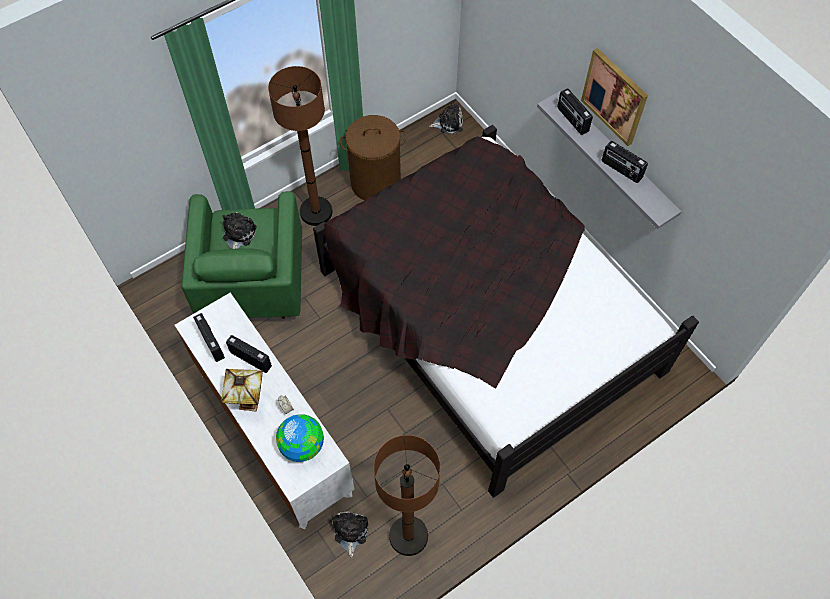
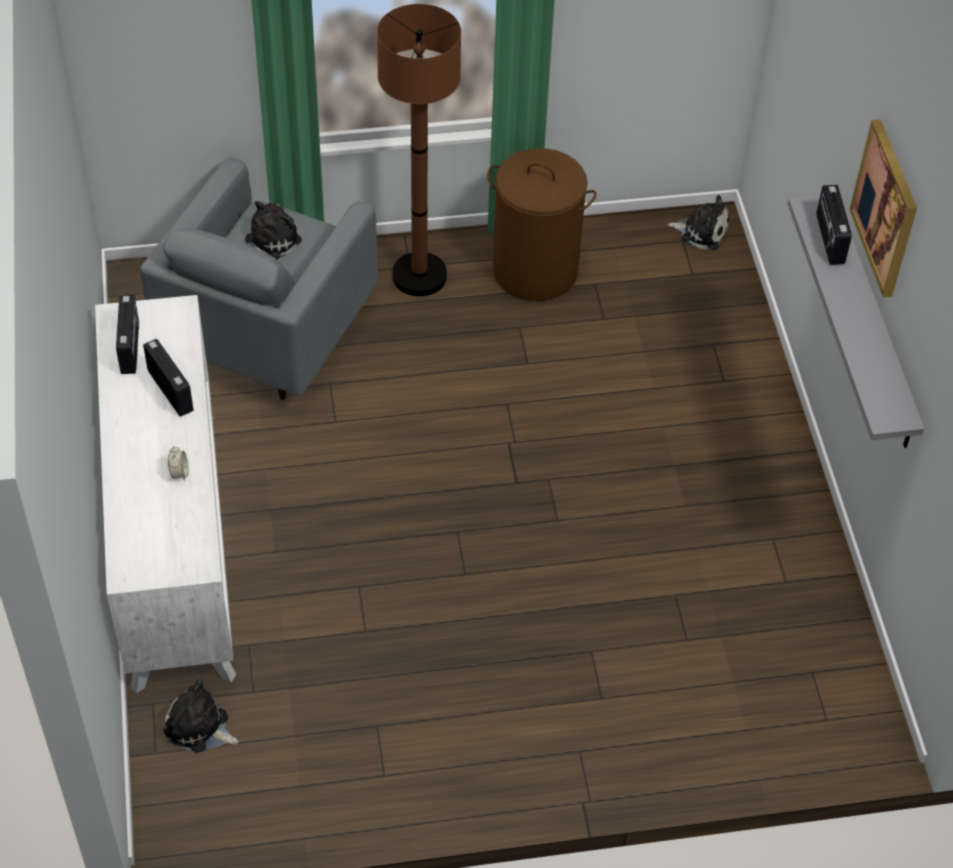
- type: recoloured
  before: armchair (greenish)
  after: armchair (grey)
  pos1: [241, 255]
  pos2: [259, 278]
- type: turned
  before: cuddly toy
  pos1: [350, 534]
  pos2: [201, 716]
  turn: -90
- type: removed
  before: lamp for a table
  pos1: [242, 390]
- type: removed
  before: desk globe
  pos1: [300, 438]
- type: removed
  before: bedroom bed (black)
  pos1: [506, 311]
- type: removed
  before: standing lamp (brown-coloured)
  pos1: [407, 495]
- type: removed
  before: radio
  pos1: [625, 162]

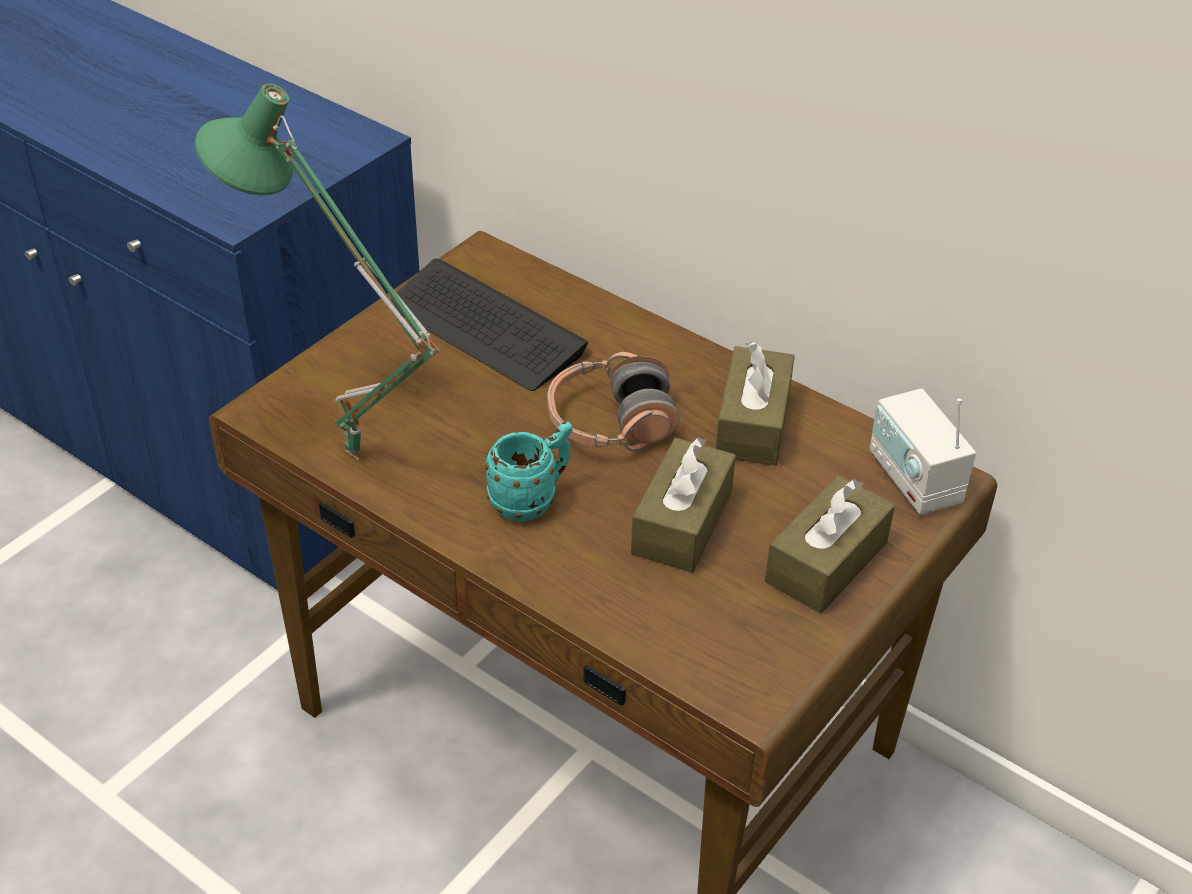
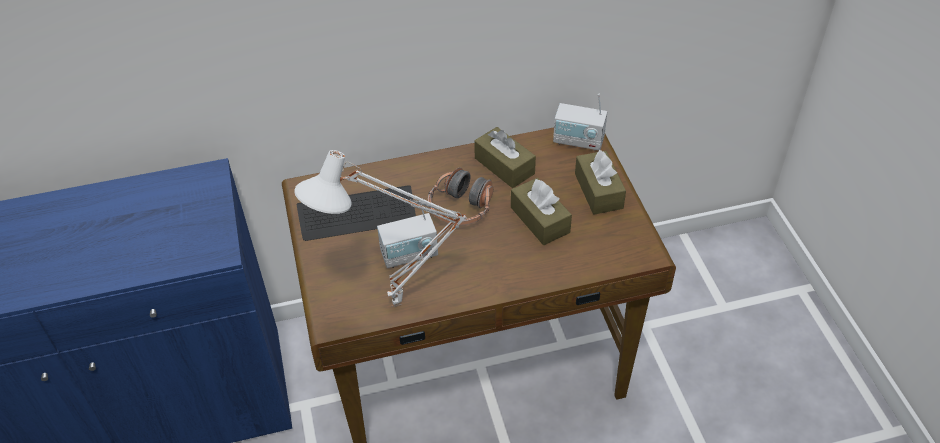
- type: recoloured
  before: lamp for a table (greenish)
  after: lamp for a table (white)
  pos1: [317, 272]
  pos2: [380, 228]
- type: added
  after: radio
  pos2: [407, 234]
- type: removed
  before: tea mug (turquoise)
  pos1: [529, 471]

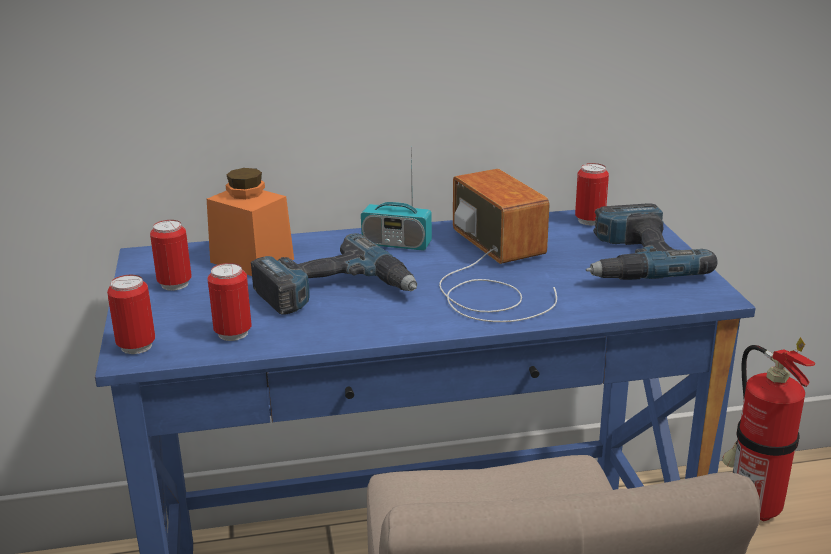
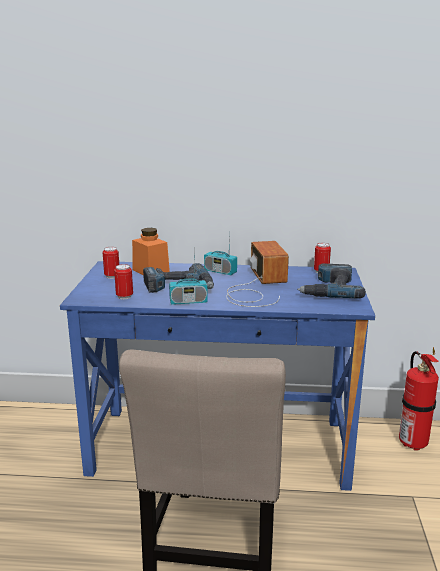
- type: added
  after: radio
  pos2: [188, 282]
- type: removed
  before: sealed can
  pos1: [131, 314]

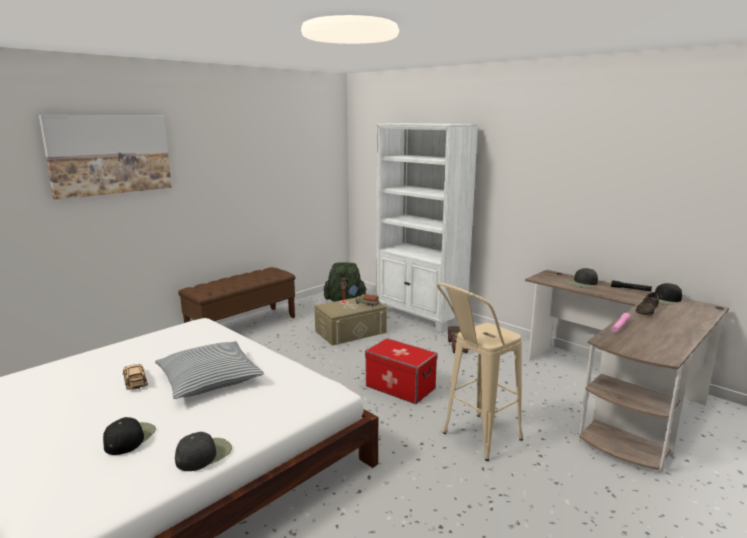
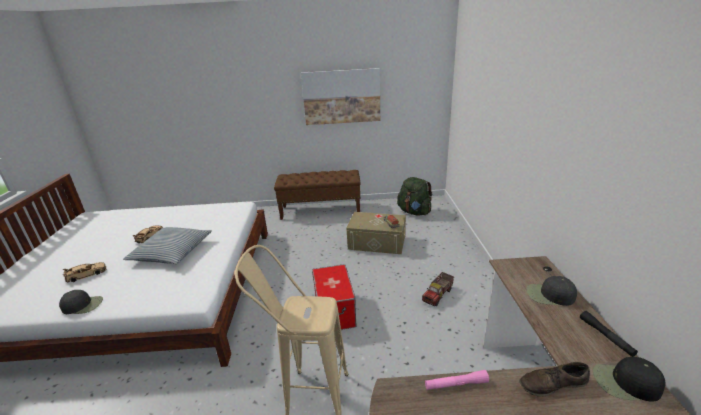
- type: replaced
  before: baseball cap (black)
  after: miniature car (beige)
  pos1: [129, 436]
  pos2: [84, 272]
- type: moved
  before: picture
  pos1: [105, 157]
  pos2: [340, 96]
- type: removed
  before: bookcase (white)
  pos1: [427, 228]

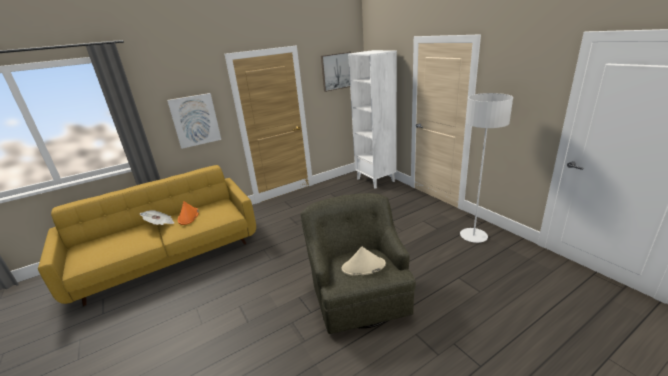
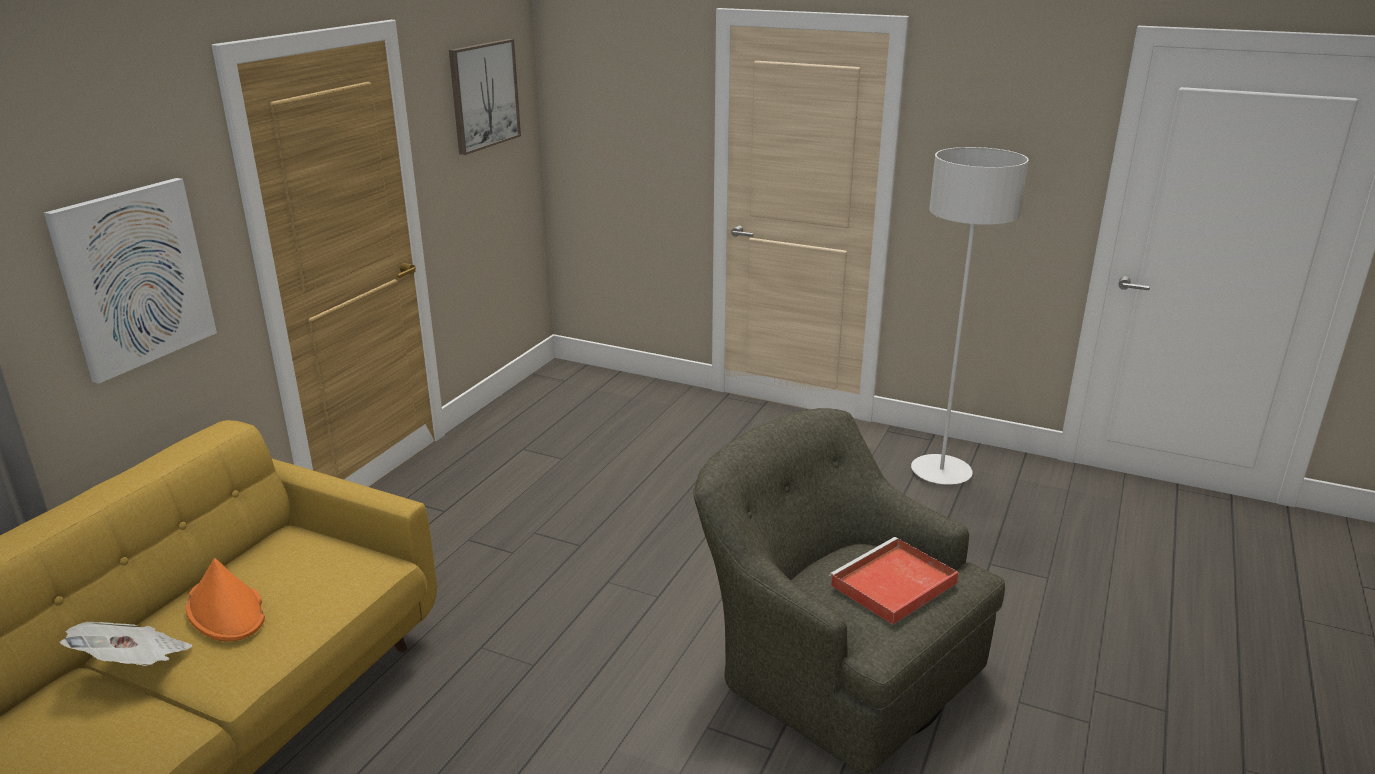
- type: replaced
  before: wearable hat (beige)
  after: carrying tray (red-coloured)
  pos1: [364, 261]
  pos2: [894, 581]
- type: removed
  before: bookcase (white)
  pos1: [372, 119]

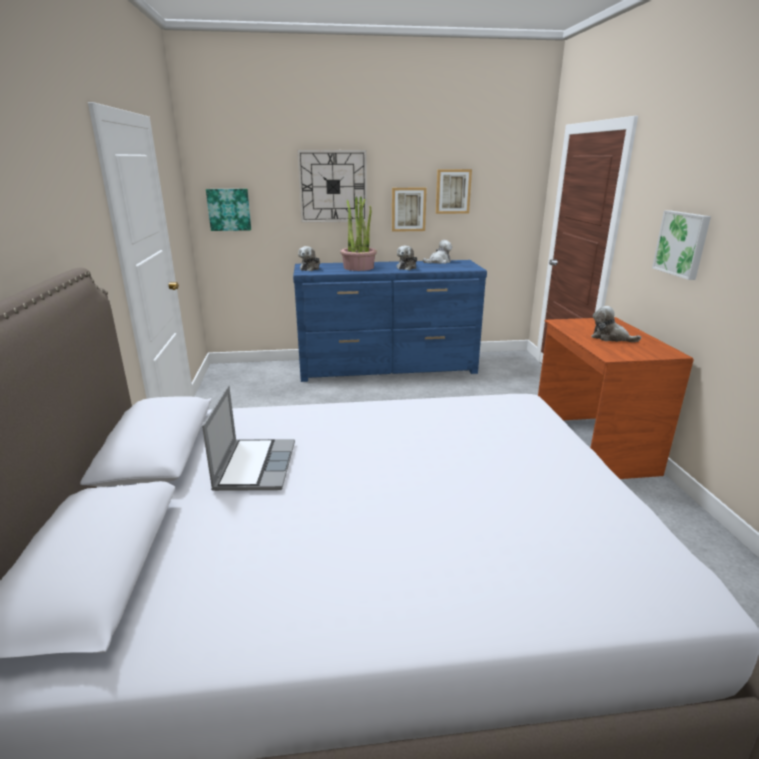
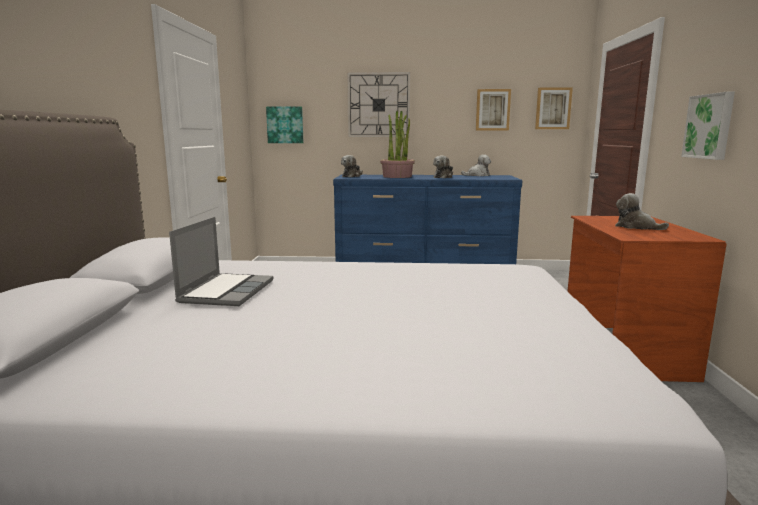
- type: moved
  before: picture
  pos1: [409, 210]
  pos2: [554, 108]

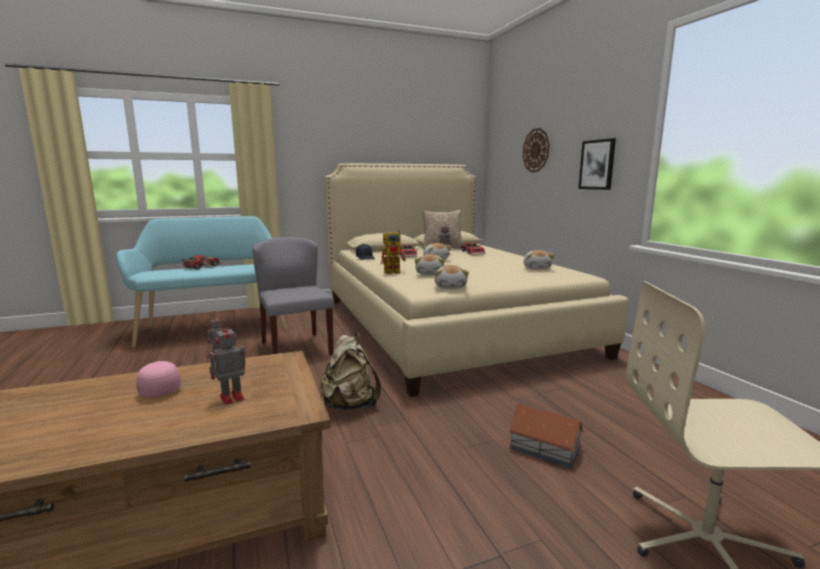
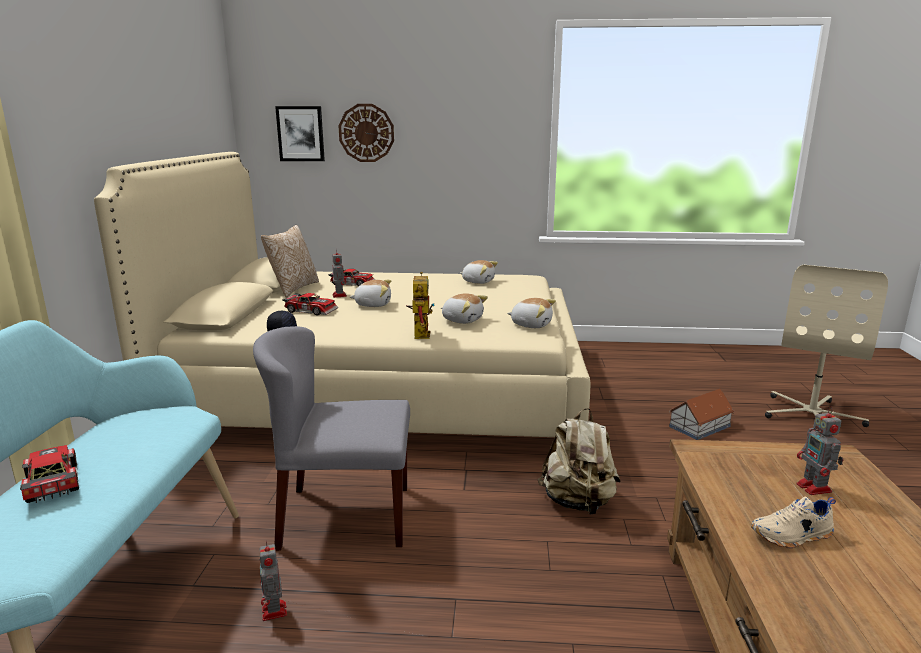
- type: moved
  before: picture
  pos1: [597, 164]
  pos2: [300, 133]
- type: replaced
  before: baseball cap (pinkish)
  after: low shoe (beige)
  pos1: [158, 379]
  pos2: [793, 522]

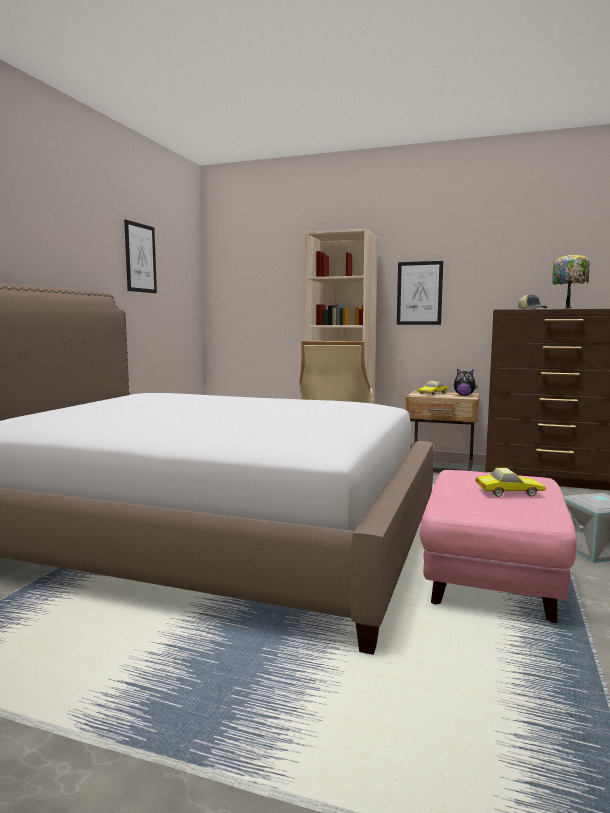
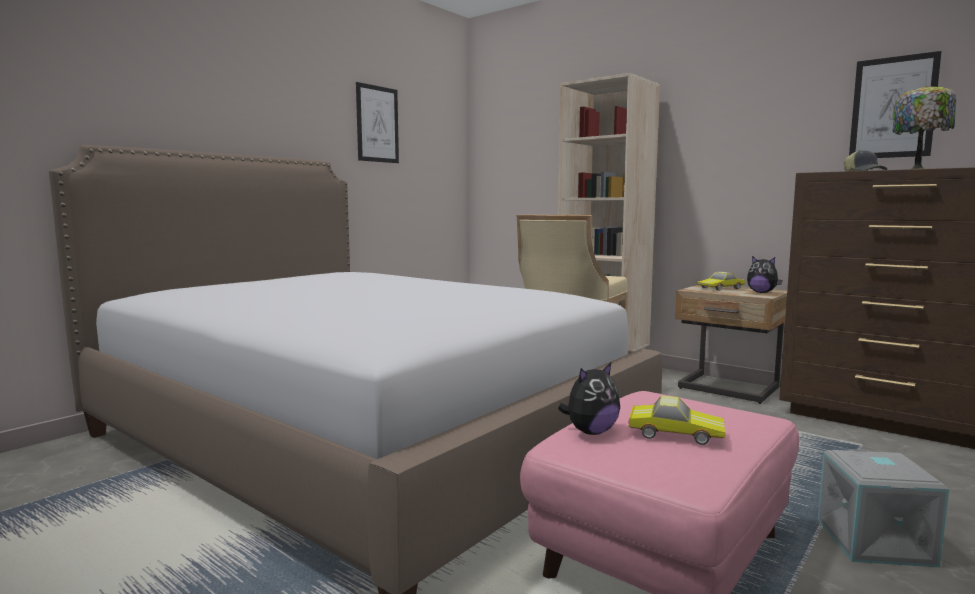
- type: added
  after: cuddly toy
  pos2: [589, 399]
- type: moved
  before: picture
  pos1: [420, 293]
  pos2: [895, 104]

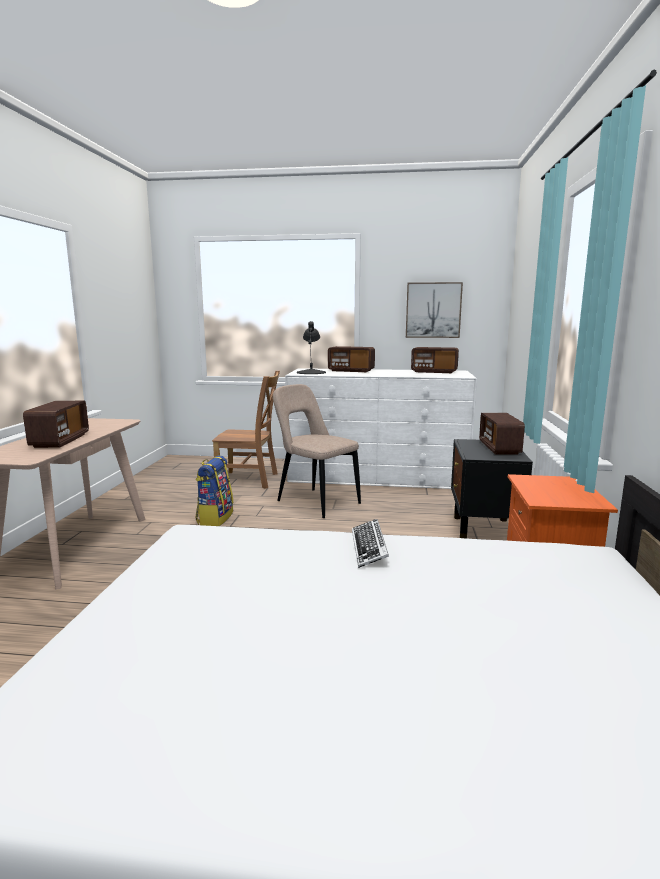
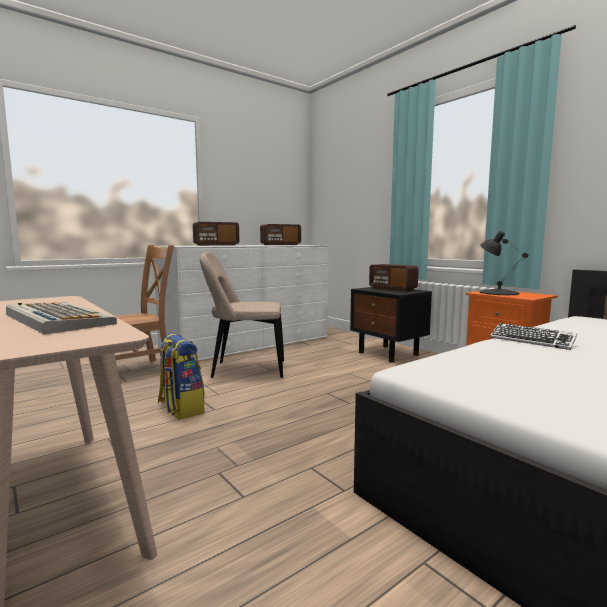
- type: replaced
  before: radio
  after: computer keyboard
  pos1: [56, 424]
  pos2: [61, 318]
- type: moved
  before: lamp for a table (black)
  pos1: [311, 347]
  pos2: [504, 263]
- type: removed
  before: picture
  pos1: [434, 310]

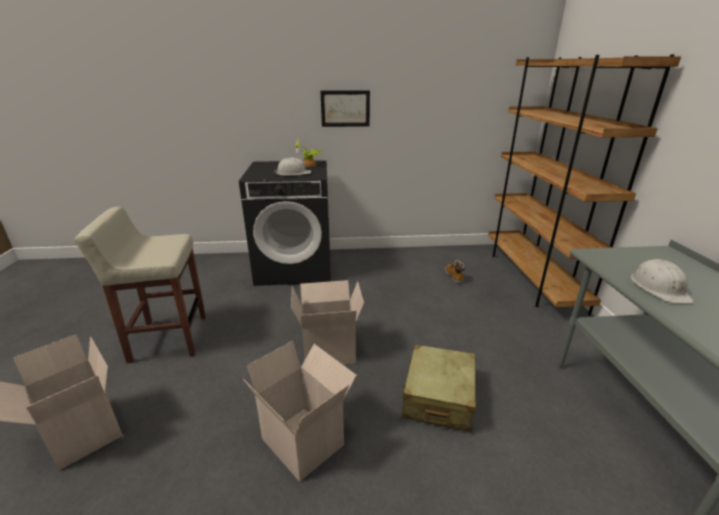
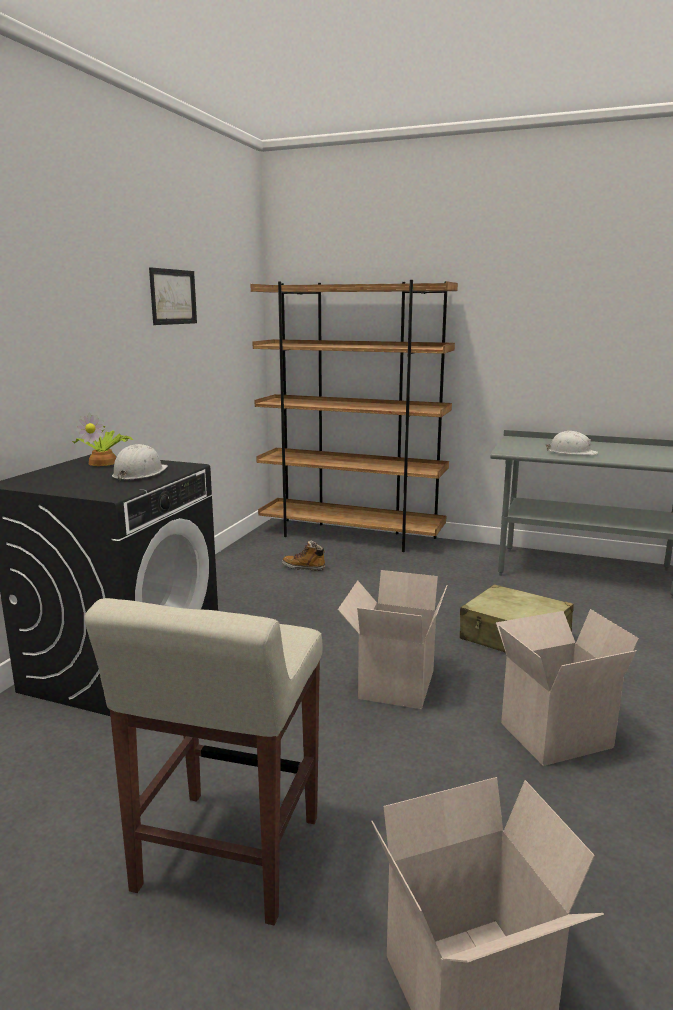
- type: moved
  before: picture
  pos1: [345, 108]
  pos2: [173, 296]

